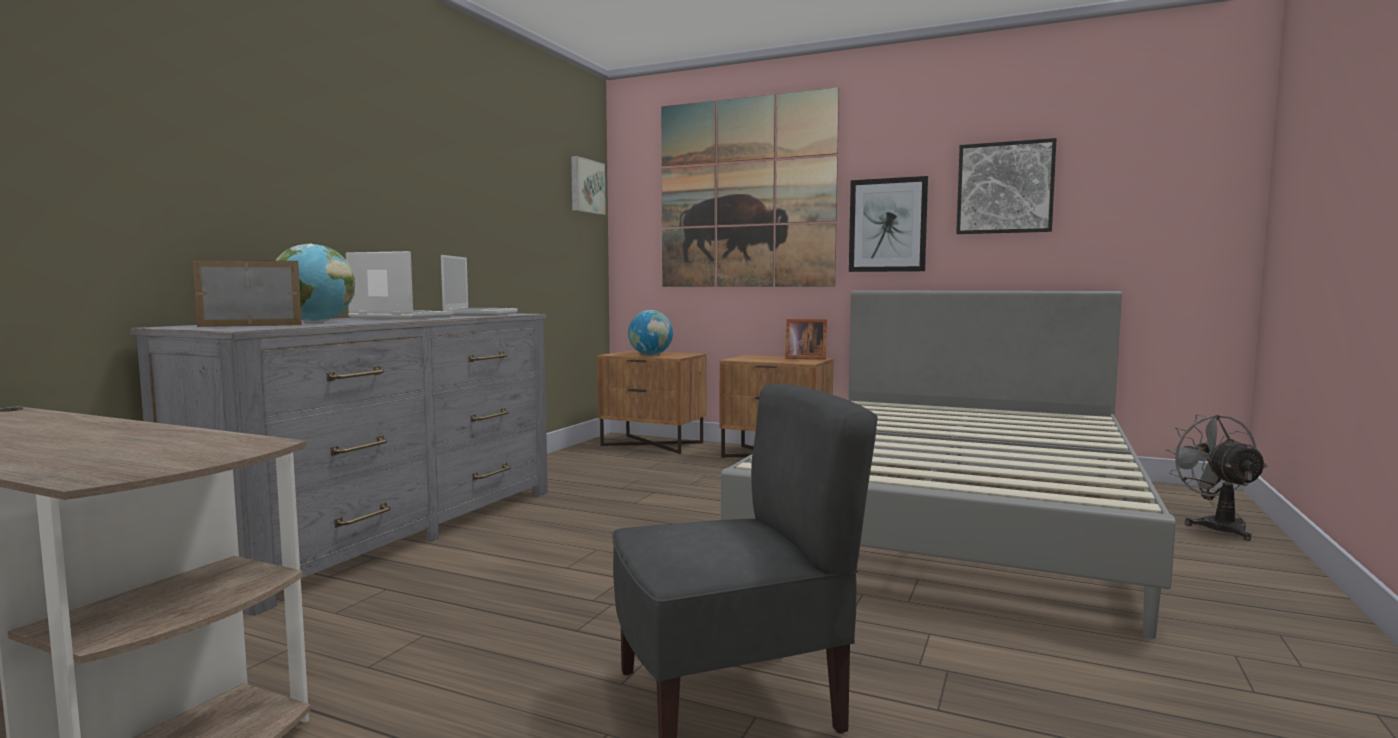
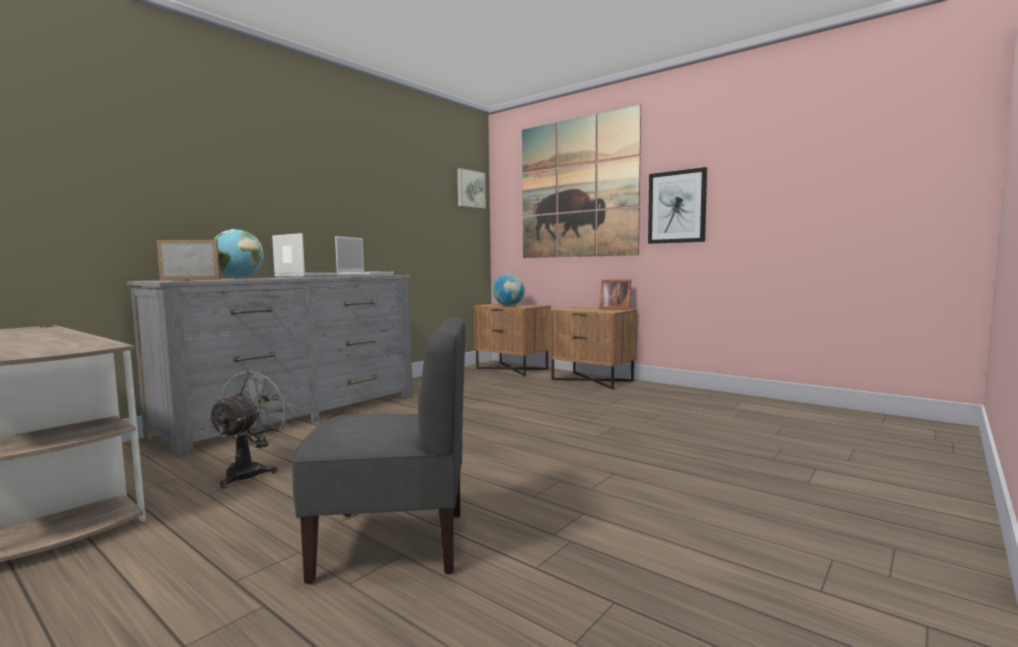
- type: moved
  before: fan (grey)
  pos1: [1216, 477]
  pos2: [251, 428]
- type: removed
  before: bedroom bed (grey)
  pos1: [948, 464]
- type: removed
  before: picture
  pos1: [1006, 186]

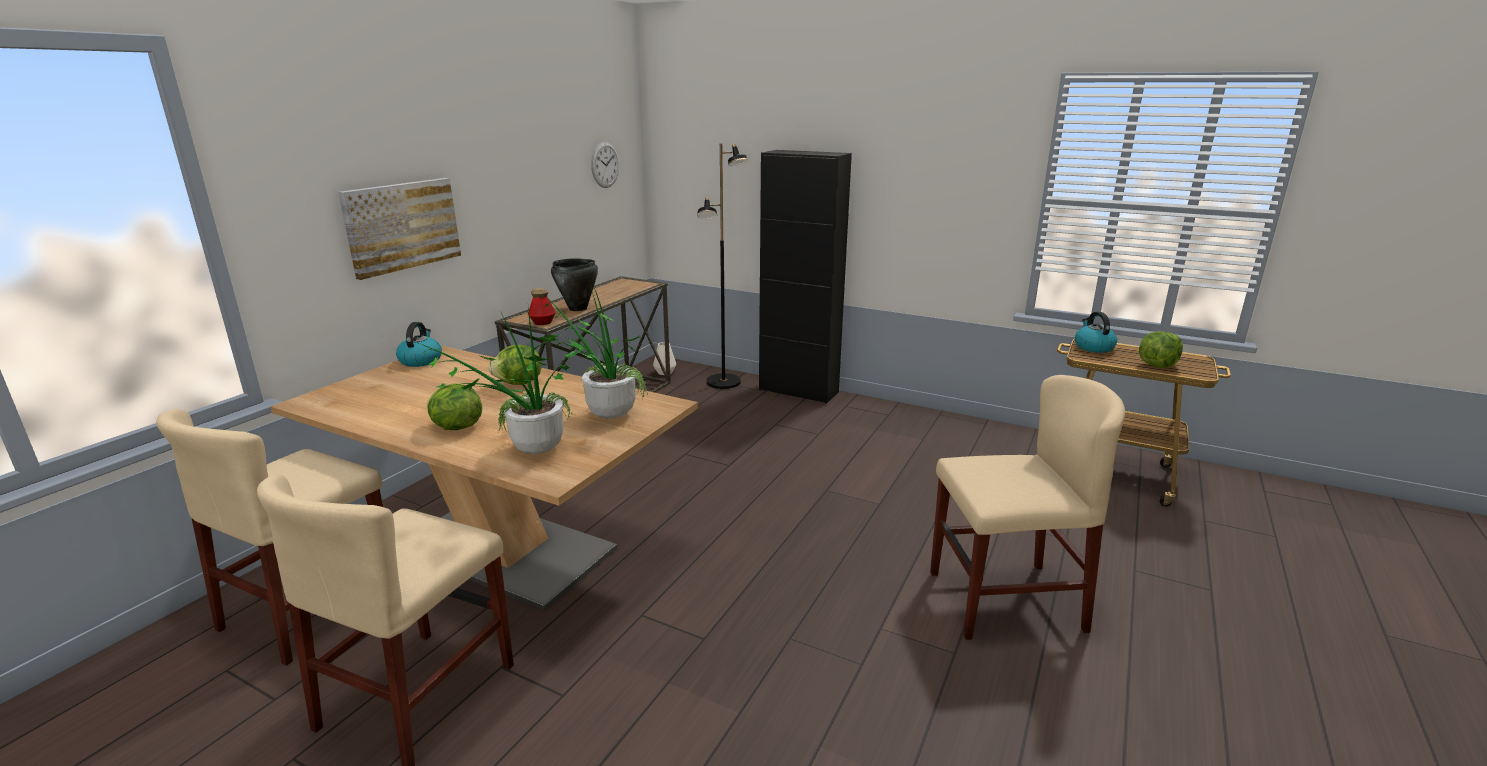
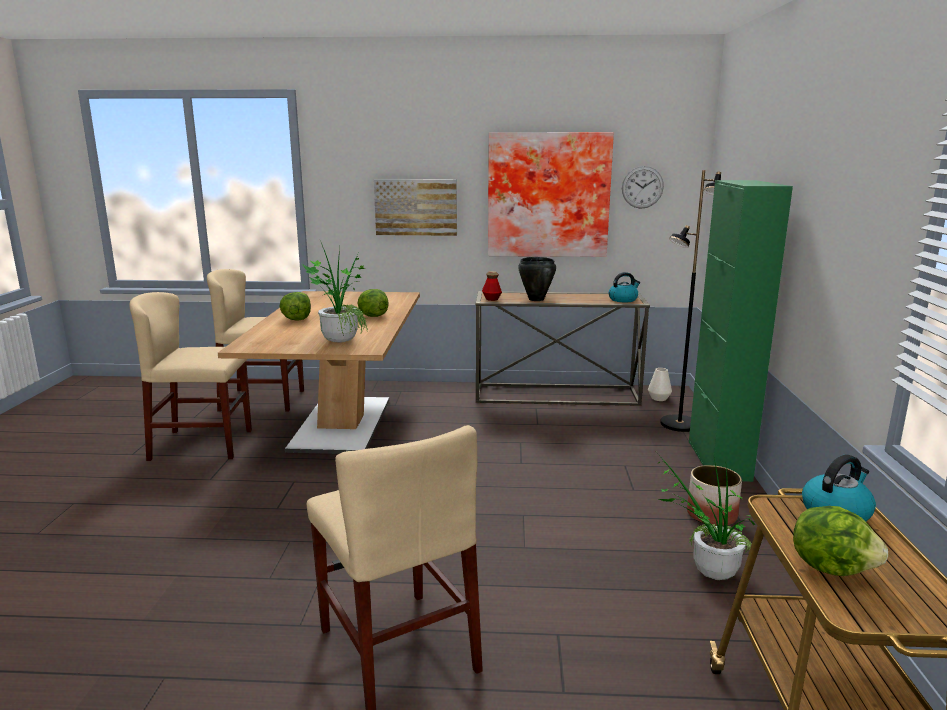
- type: added
  after: picture
  pos2: [551, 194]
- type: moved
  before: kettle
  pos1: [419, 344]
  pos2: [624, 287]
- type: moved
  before: plant in a pot
  pos1: [498, 380]
  pos2: [706, 517]
- type: added
  after: flower pot
  pos2: [714, 495]
- type: recoloured
  before: cupboard (black)
  after: cupboard (greenish)
  pos1: [805, 277]
  pos2: [741, 331]

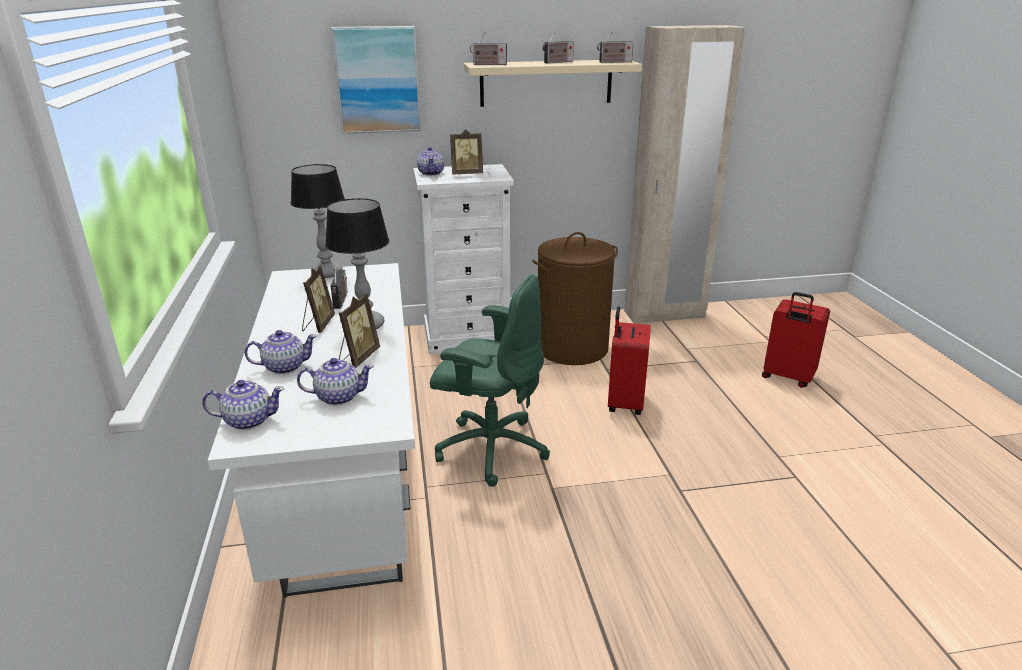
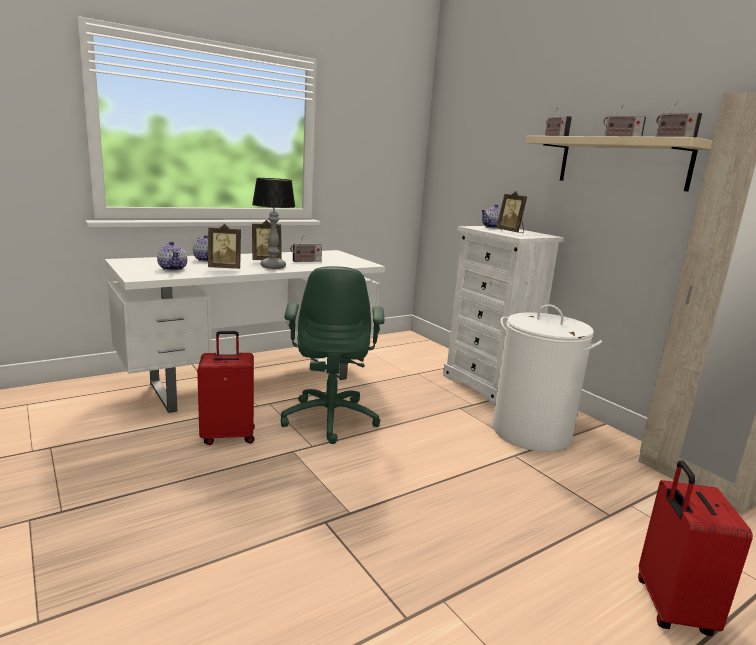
- type: moved
  before: suitcase (red-coloured)
  pos1: [629, 361]
  pos2: [226, 388]
- type: recoloured
  before: laundry basket (brown-coloured)
  after: laundry basket (white)
  pos1: [575, 298]
  pos2: [547, 378]
- type: removed
  before: tea pot
  pos1: [243, 405]
- type: removed
  before: lamp for a table
  pos1: [318, 221]
- type: removed
  before: picture
  pos1: [376, 80]

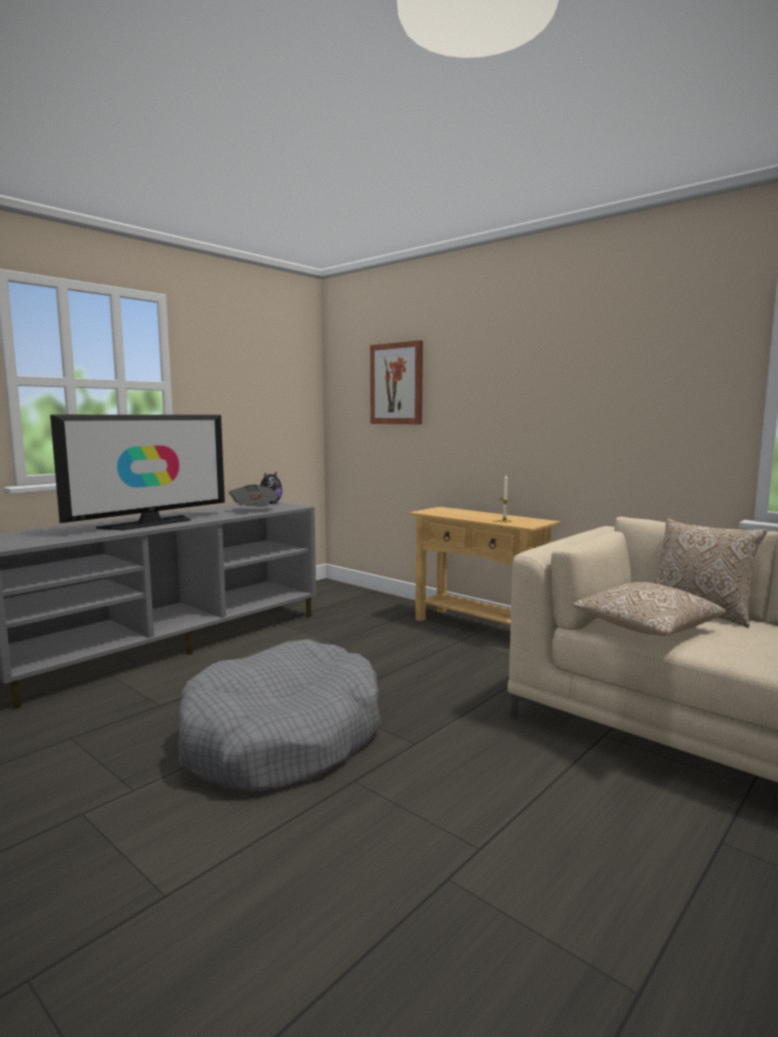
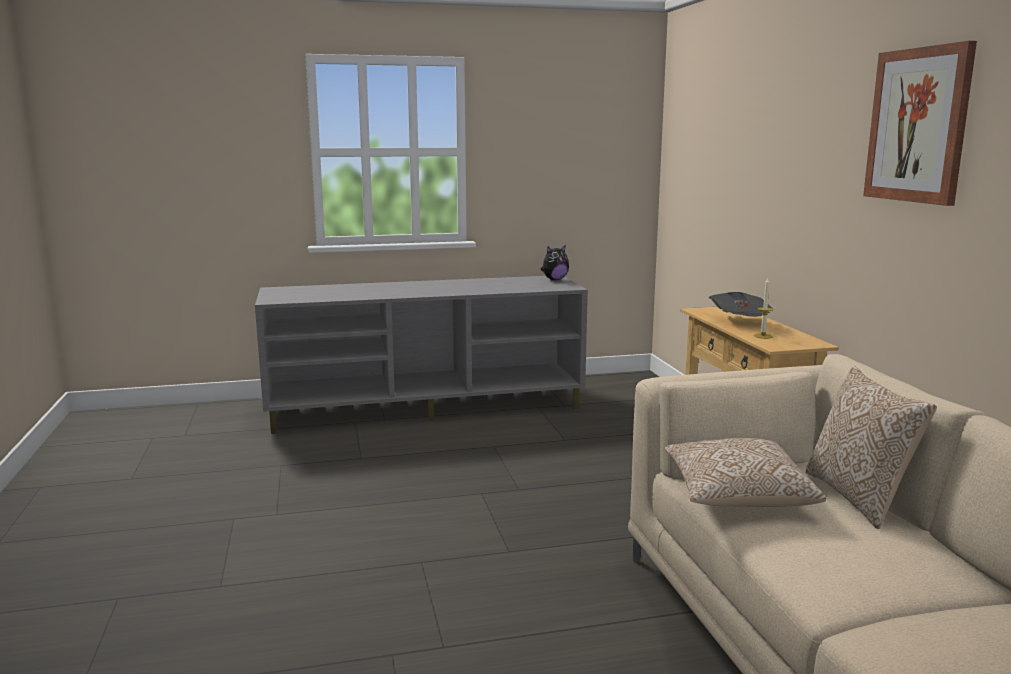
- type: moved
  before: daily paper
  pos1: [254, 495]
  pos2: [740, 304]
- type: moved
  before: picture
  pos1: [396, 382]
  pos2: [920, 123]
- type: removed
  before: TV
  pos1: [137, 472]
- type: removed
  before: dog bed (grey)
  pos1: [280, 715]

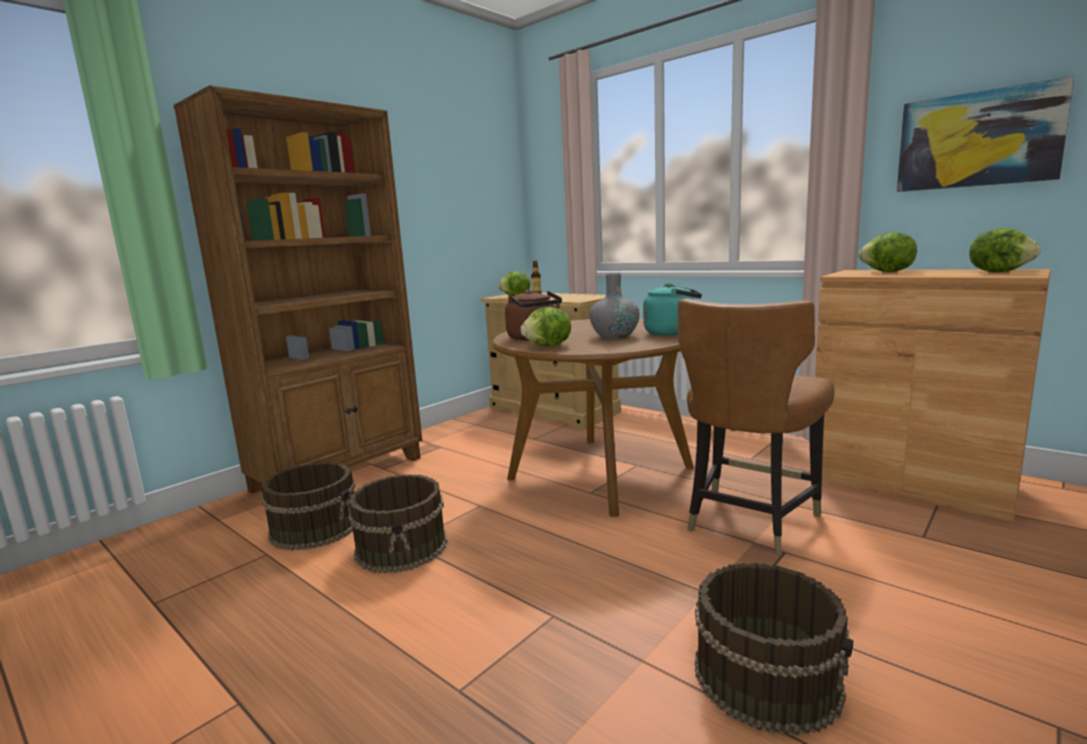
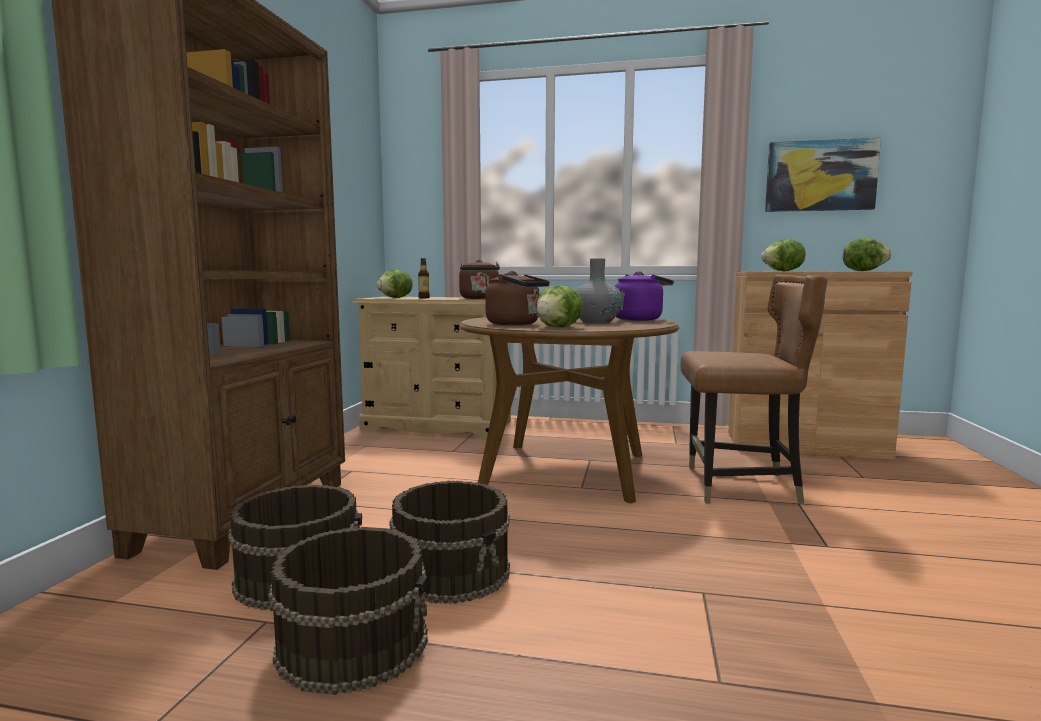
- type: moved
  before: bucket (brown-coloured)
  pos1: [774, 649]
  pos2: [348, 611]
- type: added
  after: kettle (brown-coloured)
  pos2: [483, 279]
- type: recoloured
  before: kettle (turquoise)
  after: kettle (purple-coloured)
  pos1: [672, 309]
  pos2: [644, 296]
- type: turned
  before: upright chair (brown-coloured)
  pos1: [756, 427]
  pos2: [754, 389]
  turn: -90

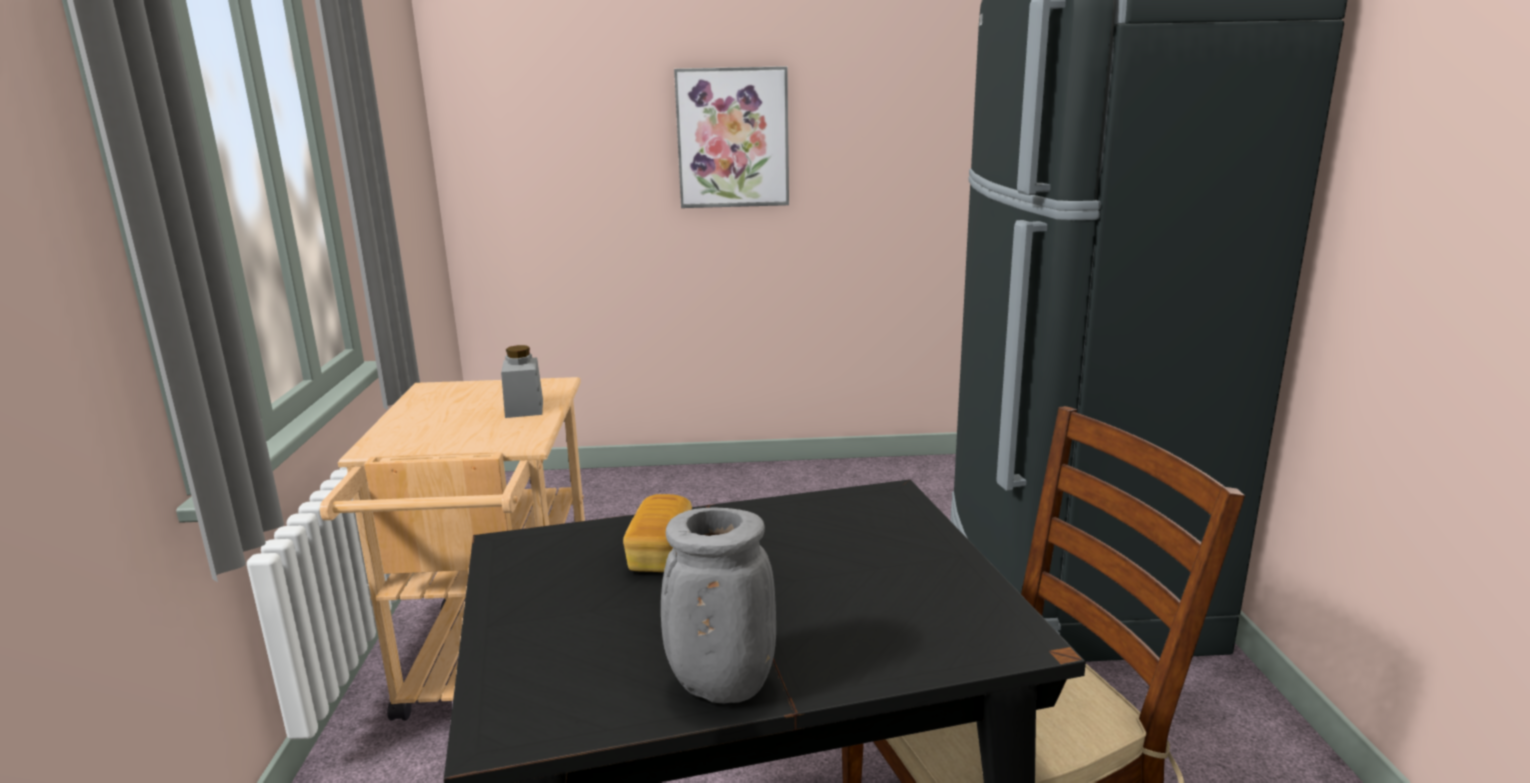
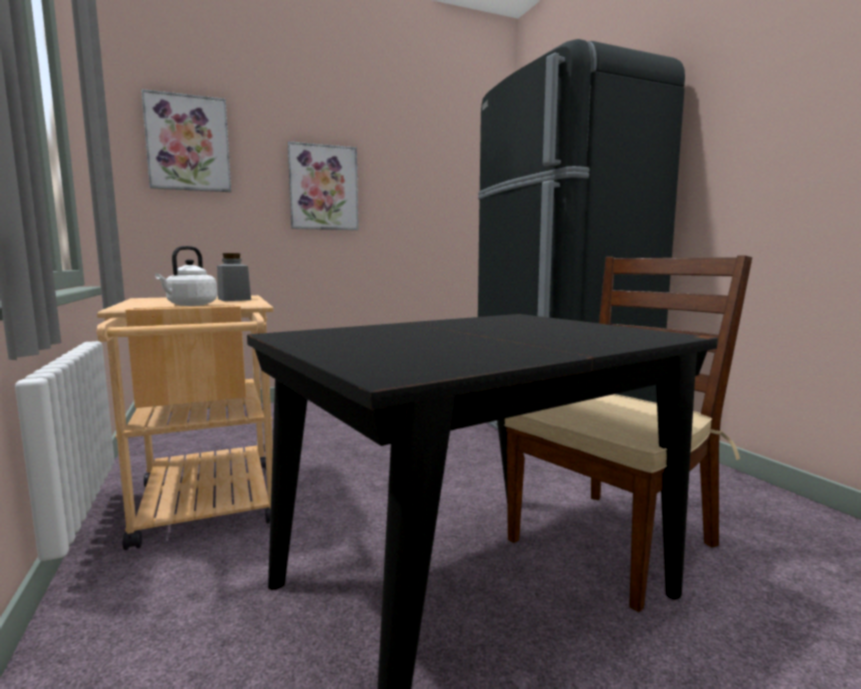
- type: added
  after: picture
  pos2: [186, 140]
- type: added
  after: kettle (white)
  pos2: [186, 276]
- type: removed
  before: baked bread
  pos1: [657, 533]
- type: removed
  before: decorative vase (grey)
  pos1: [718, 605]

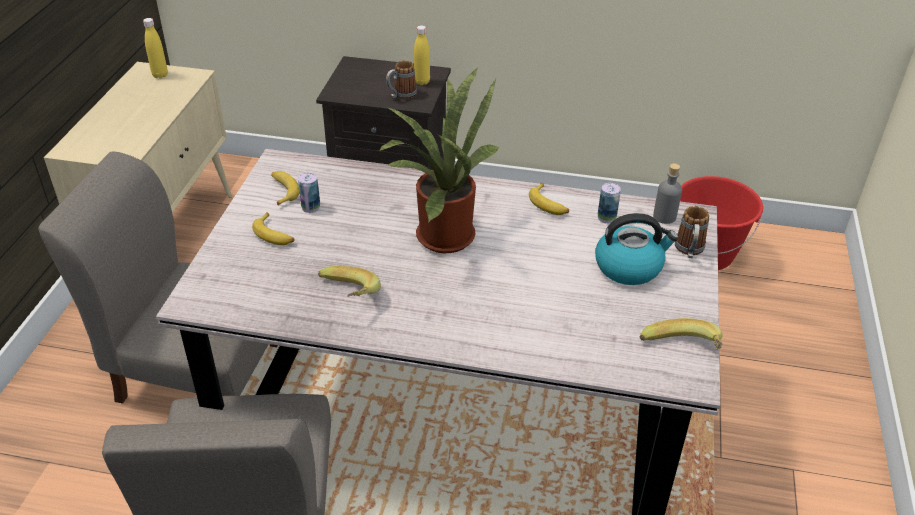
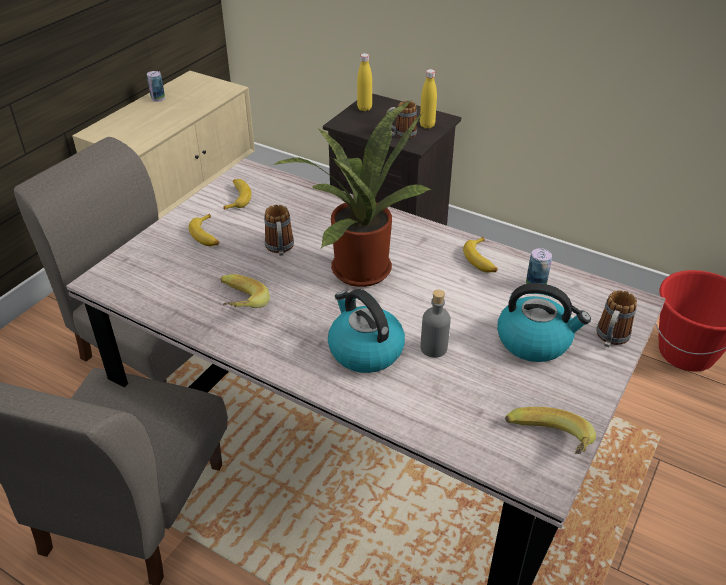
- type: moved
  before: sealed can
  pos1: [309, 193]
  pos2: [156, 86]
- type: added
  after: tea mug
  pos2: [279, 230]
- type: added
  after: kettle
  pos2: [366, 331]
- type: moved
  before: bottle (yellowish)
  pos1: [155, 48]
  pos2: [364, 82]
- type: moved
  before: bottle (grey)
  pos1: [667, 194]
  pos2: [435, 323]

